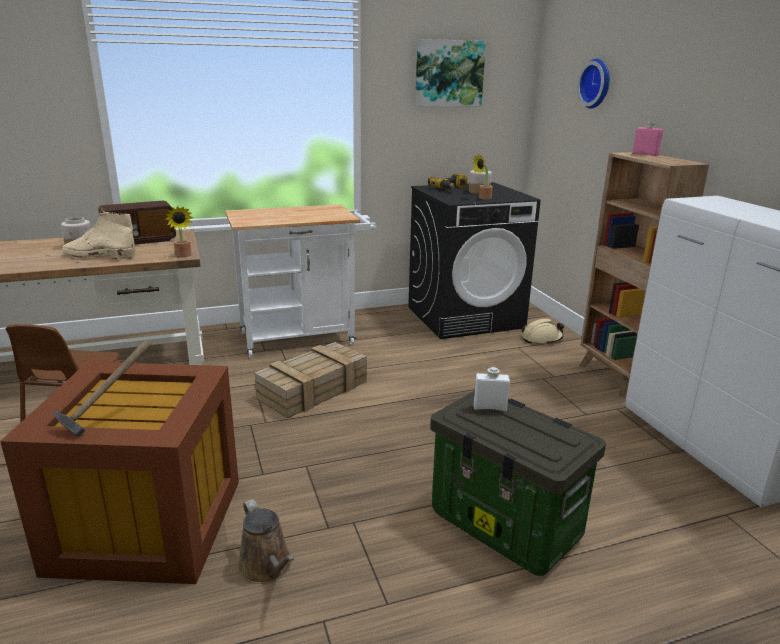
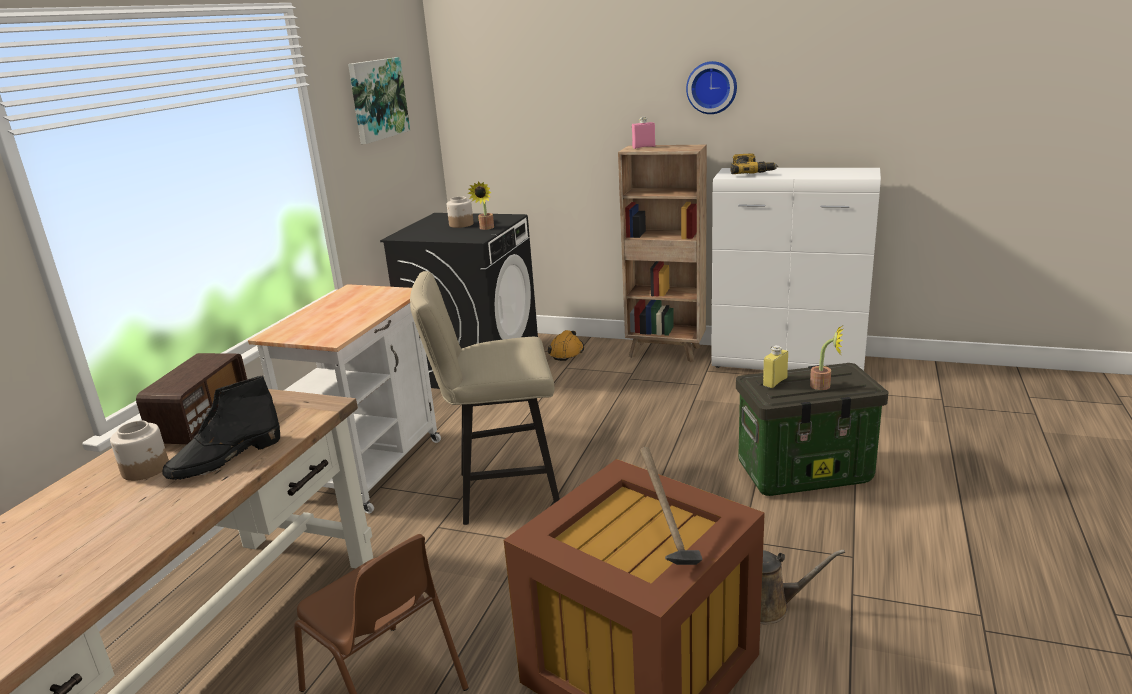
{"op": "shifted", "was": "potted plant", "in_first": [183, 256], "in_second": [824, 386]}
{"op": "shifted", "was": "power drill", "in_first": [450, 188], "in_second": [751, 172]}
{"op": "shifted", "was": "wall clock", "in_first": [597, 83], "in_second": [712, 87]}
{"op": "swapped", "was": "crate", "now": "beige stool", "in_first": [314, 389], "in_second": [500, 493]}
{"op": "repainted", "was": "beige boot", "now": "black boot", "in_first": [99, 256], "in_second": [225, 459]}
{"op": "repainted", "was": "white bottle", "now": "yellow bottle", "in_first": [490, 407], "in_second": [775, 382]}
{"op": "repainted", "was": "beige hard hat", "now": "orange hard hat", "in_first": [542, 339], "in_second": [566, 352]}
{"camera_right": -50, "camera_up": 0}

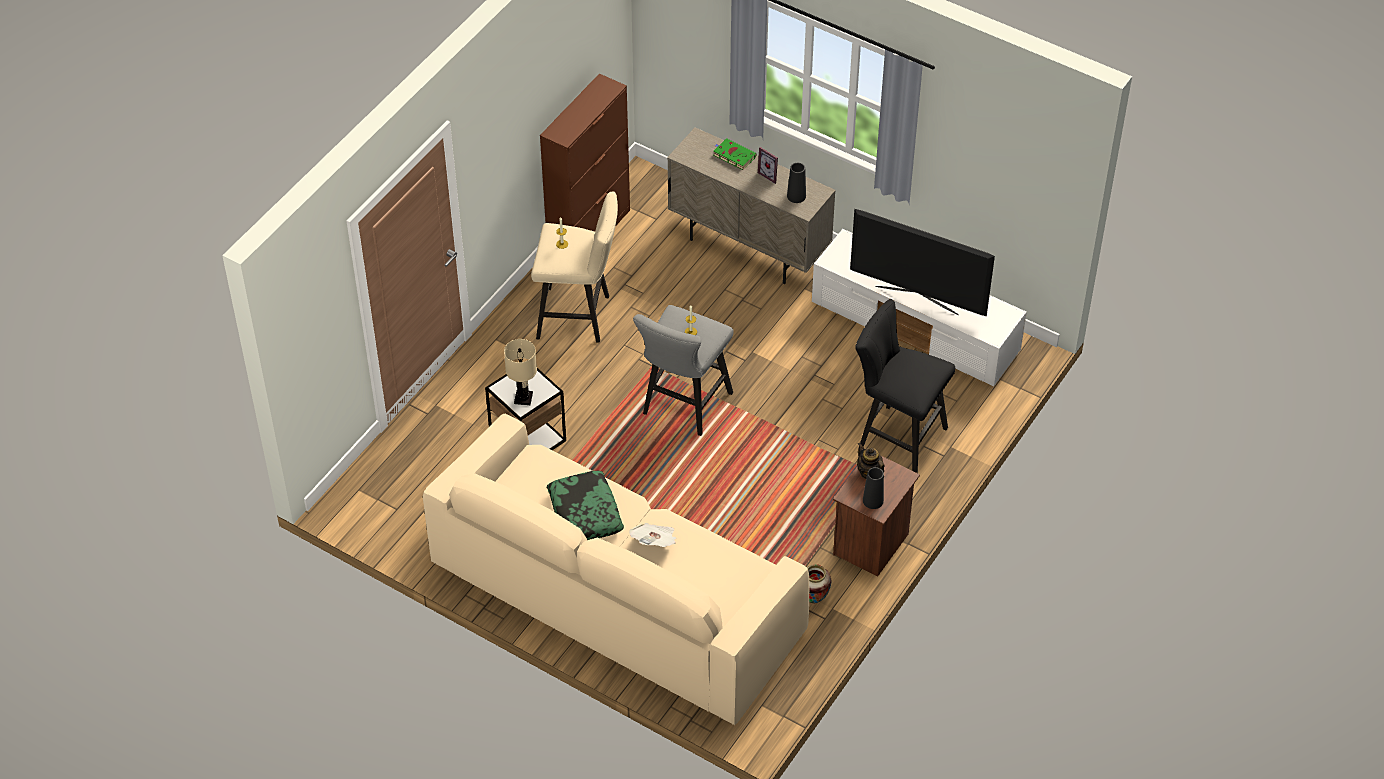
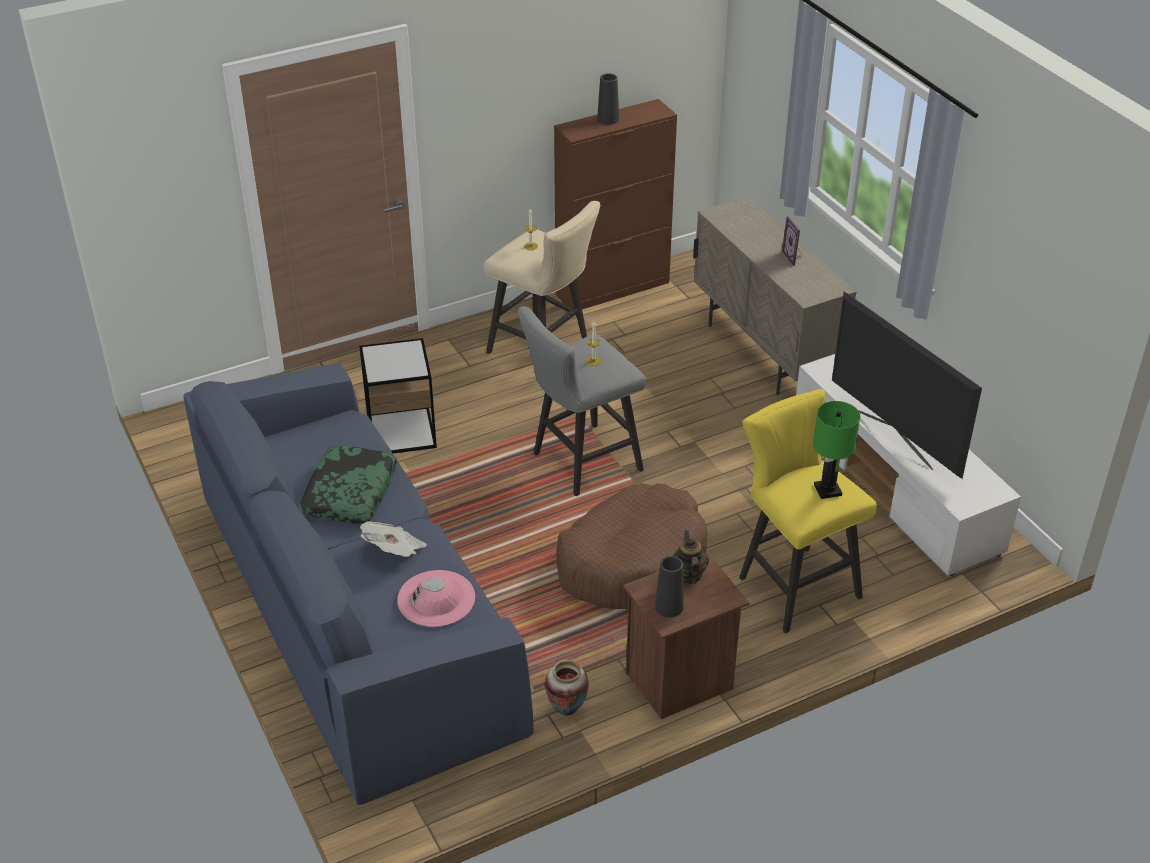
{"op": "gone", "was": "beige table lamp", "in_first": [523, 398]}
{"op": "gone", "was": "green book", "in_first": [733, 155]}
{"op": "new", "now": "pink hat", "in_second": [436, 599]}
{"op": "new", "now": "brown dog bed", "in_second": [632, 561]}
{"op": "new", "now": "green table lamp", "in_second": [827, 490]}
{"op": "shifted", "was": "black vase", "in_first": [796, 196], "in_second": [608, 119]}
{"op": "repainted", "was": "beige sofa", "now": "blue sofa", "in_first": [617, 598], "in_second": [356, 613]}
{"op": "repainted", "was": "black stool", "now": "yellow stool", "in_first": [896, 437], "in_second": [793, 583]}
{"camera_right": 30, "camera_up": -10}

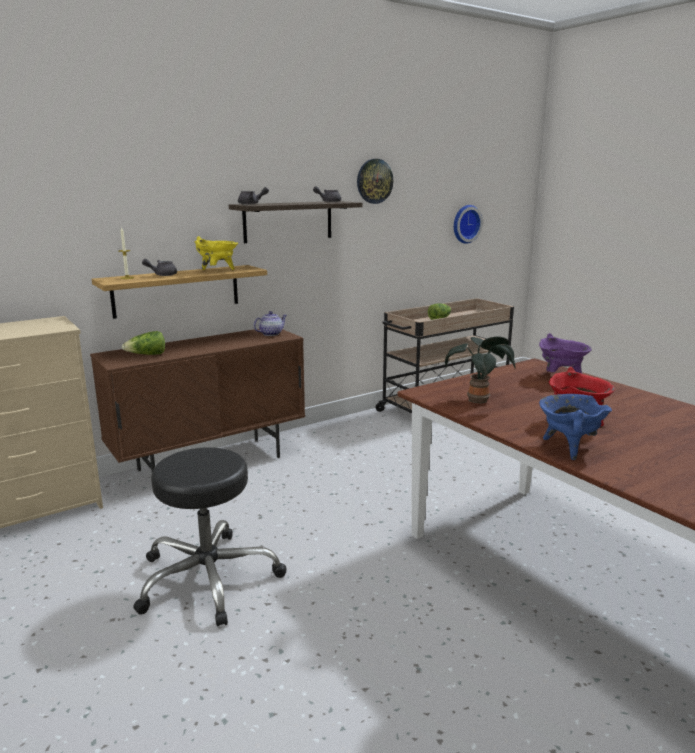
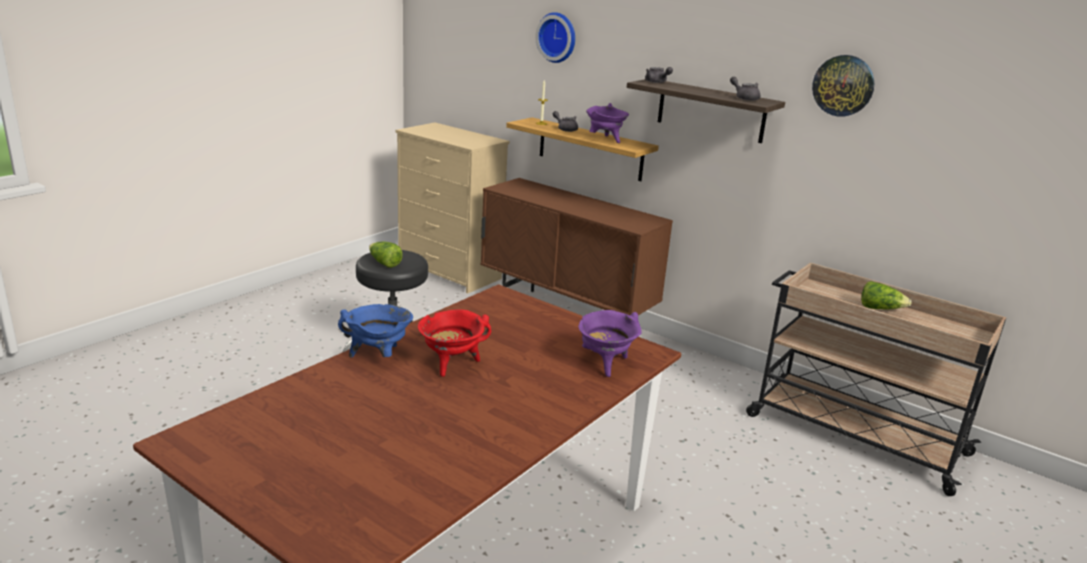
{"op": "gone", "was": "teapot", "in_first": [271, 334]}
{"op": "gone", "was": "potted plant", "in_first": [479, 400]}
{"op": "shifted", "was": "lettuce", "in_first": [147, 355], "in_second": [384, 263]}
{"op": "shifted", "was": "wall clock", "in_first": [465, 224], "in_second": [558, 37]}
{"op": "repainted", "was": "yellow cooking pot", "now": "purple cooking pot", "in_first": [217, 271], "in_second": [605, 140]}
{"camera_right": 70, "camera_up": 5}

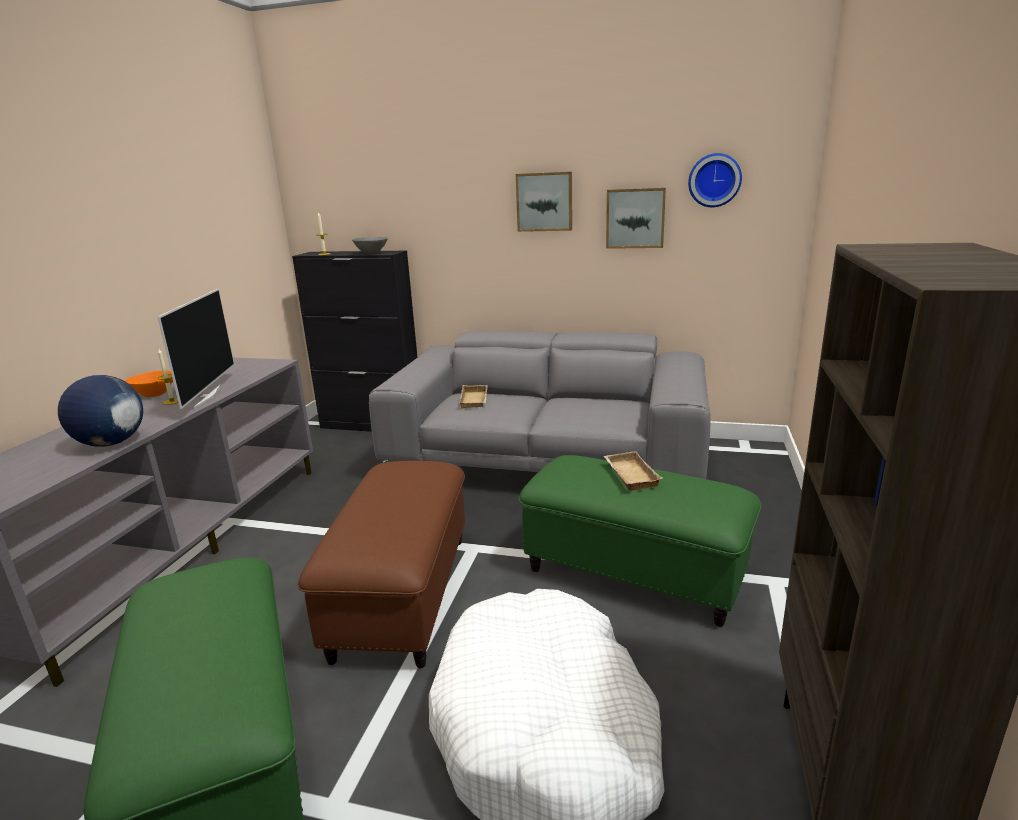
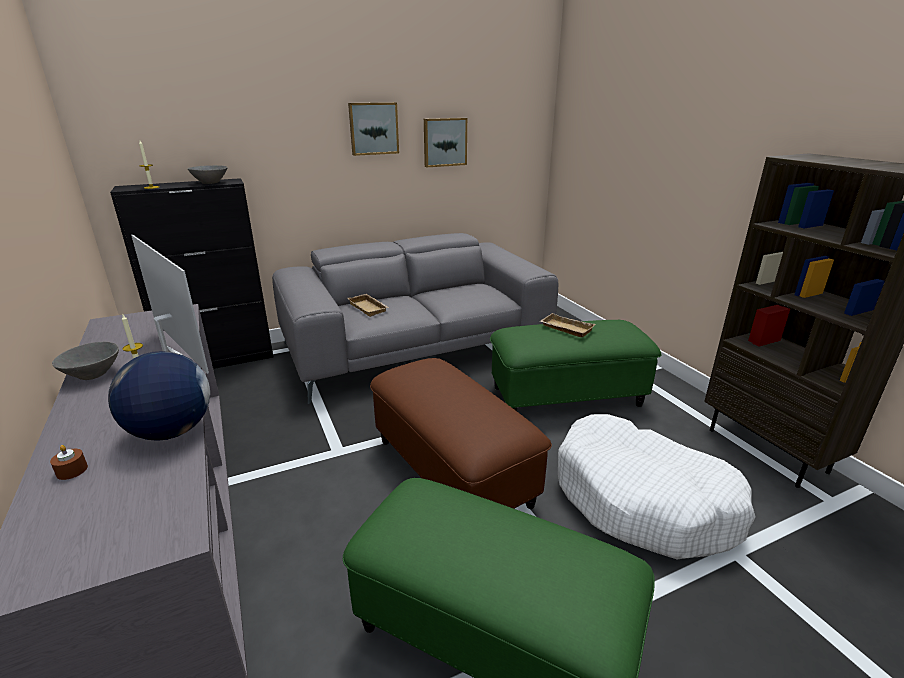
{"op": "gone", "was": "wall clock", "in_first": [714, 180]}
{"op": "new", "now": "brown candle", "in_second": [72, 470]}
{"op": "repainted", "was": "orange bowl", "now": "grey bowl", "in_first": [154, 394], "in_second": [92, 374]}
{"camera_right": -40, "camera_up": 5}

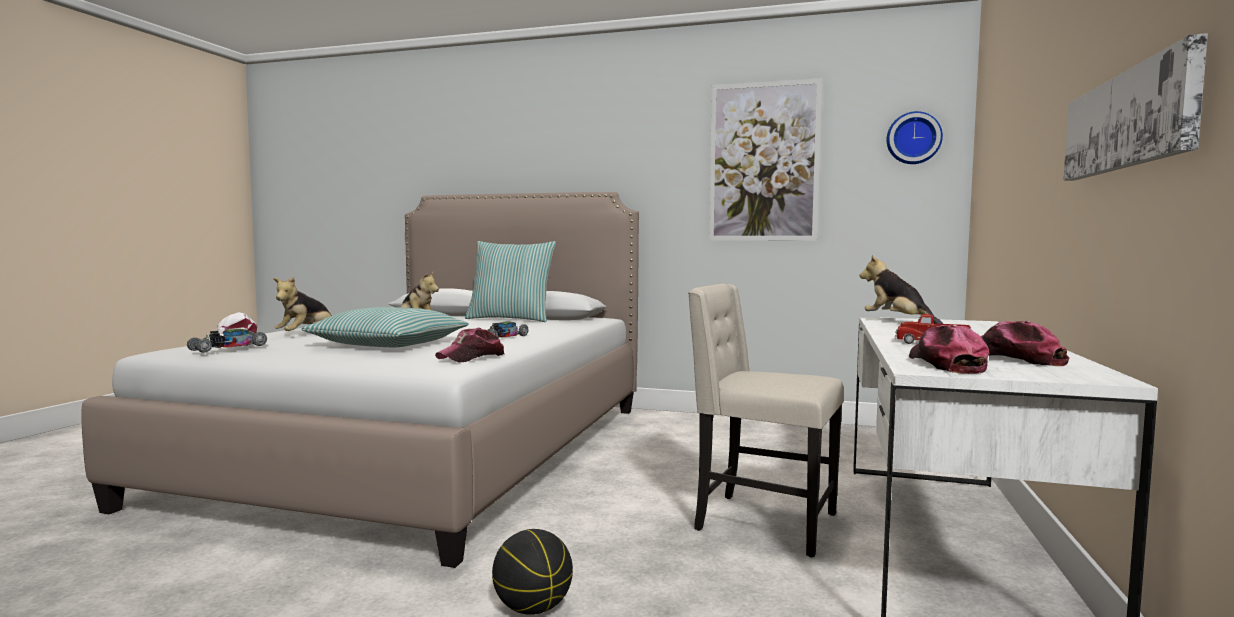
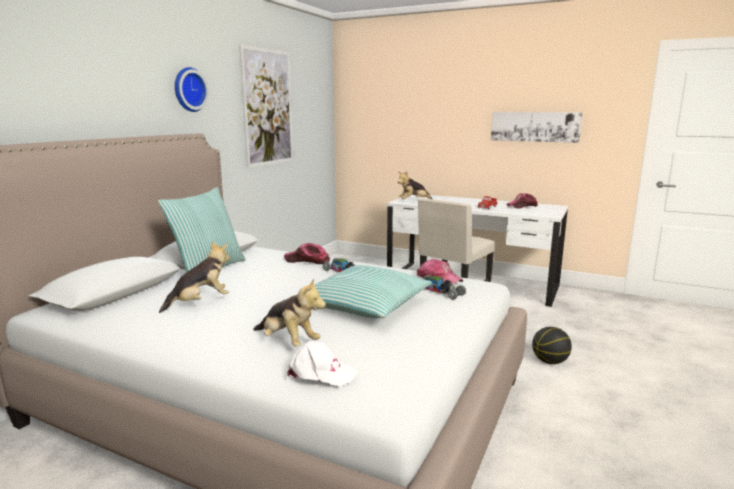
{"op": "shifted", "was": "toy car", "in_first": [228, 348], "in_second": [439, 291]}
{"op": "shifted", "was": "wall clock", "in_first": [913, 138], "in_second": [188, 89]}
{"op": "shifted", "was": "cap", "in_first": [945, 364], "in_second": [307, 260]}
{"camera_right": -80, "camera_up": 10}

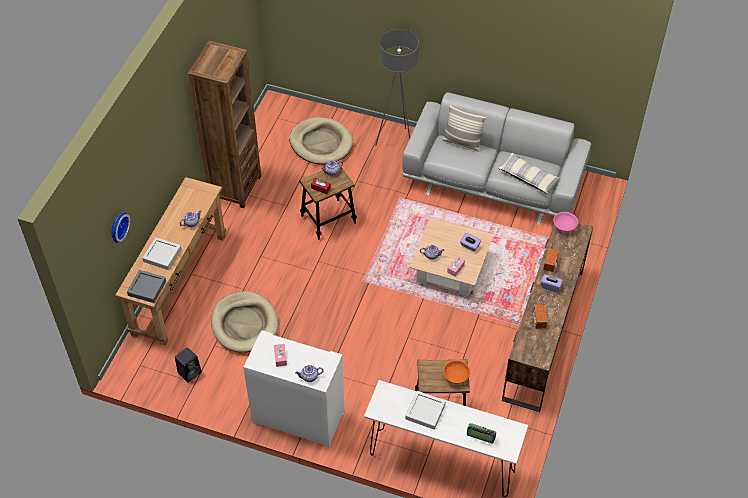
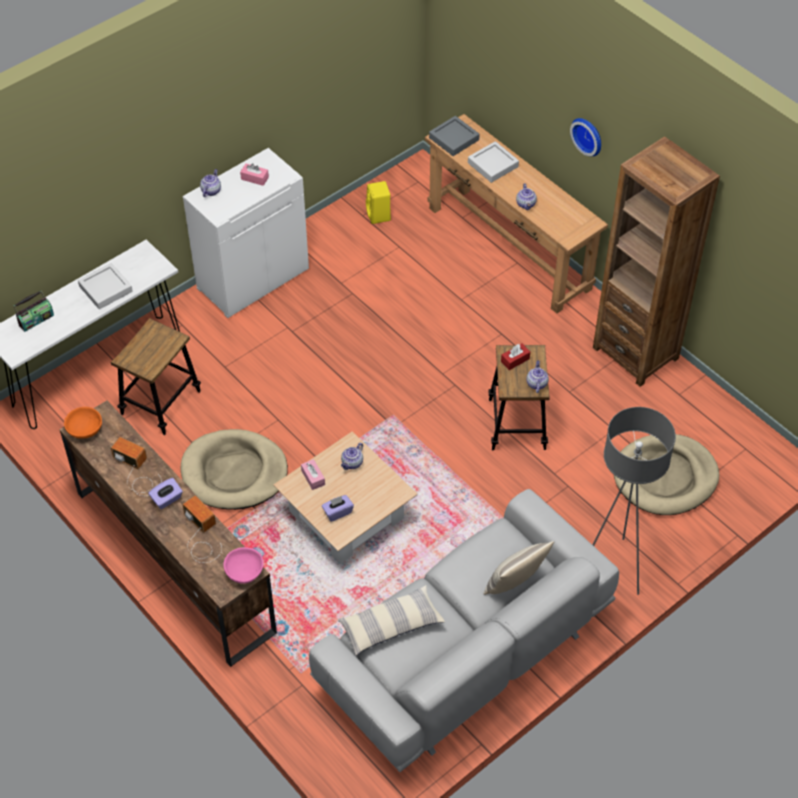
{"op": "shifted", "was": "wall clock", "in_first": [117, 226], "in_second": [588, 135]}
{"op": "shifted", "was": "beige dog bed", "in_first": [245, 324], "in_second": [234, 473]}
{"op": "shifted", "was": "orange bowl", "in_first": [456, 376], "in_second": [85, 430]}
{"op": "repainted", "was": "black speaker", "now": "yellow speaker", "in_first": [190, 372], "in_second": [379, 216]}
{"camera_right": 120, "camera_up": 0}

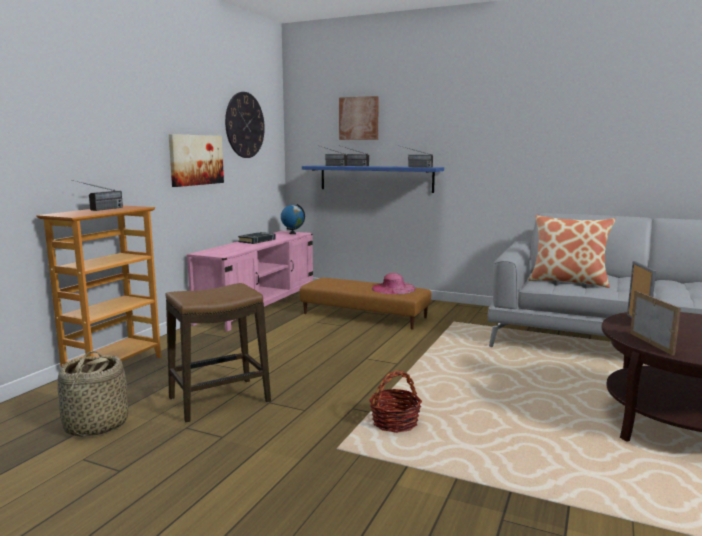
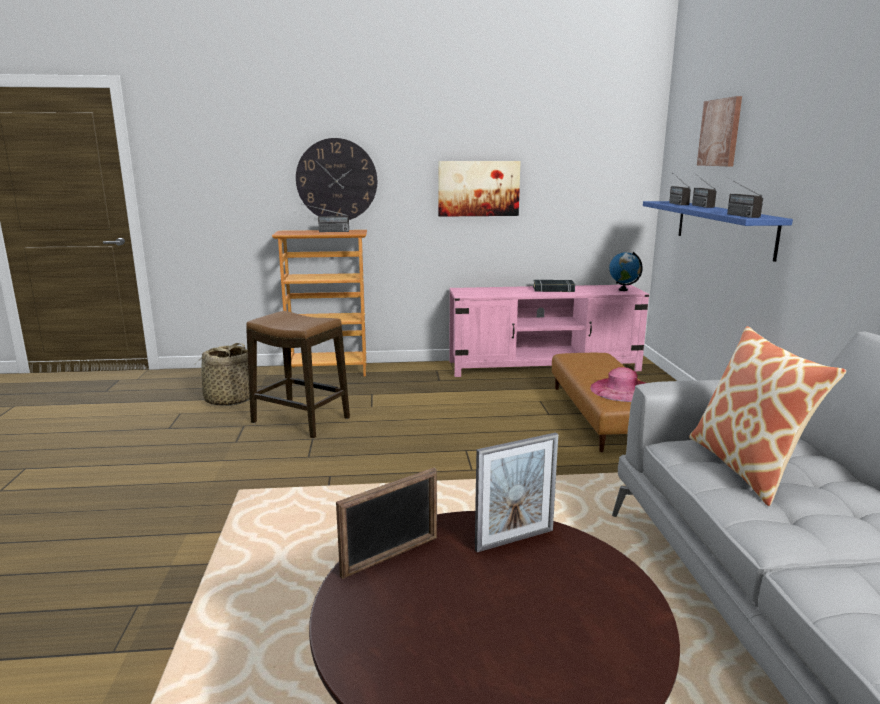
{"op": "gone", "was": "basket", "in_first": [395, 422]}
{"op": "shifted", "was": "wall clock", "in_first": [245, 125], "in_second": [336, 180]}
{"camera_right": 60, "camera_up": 5}

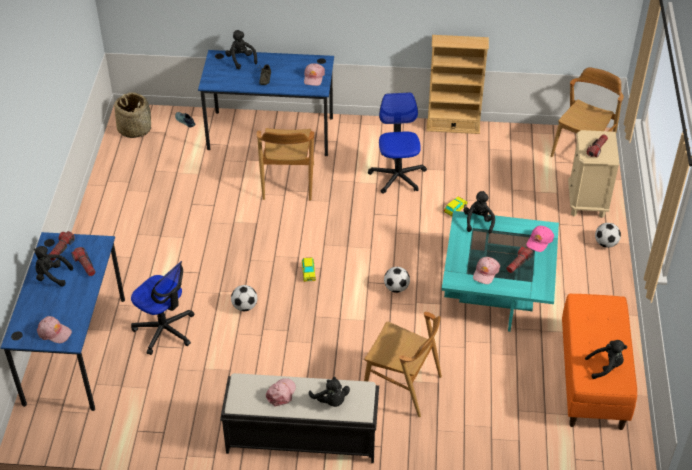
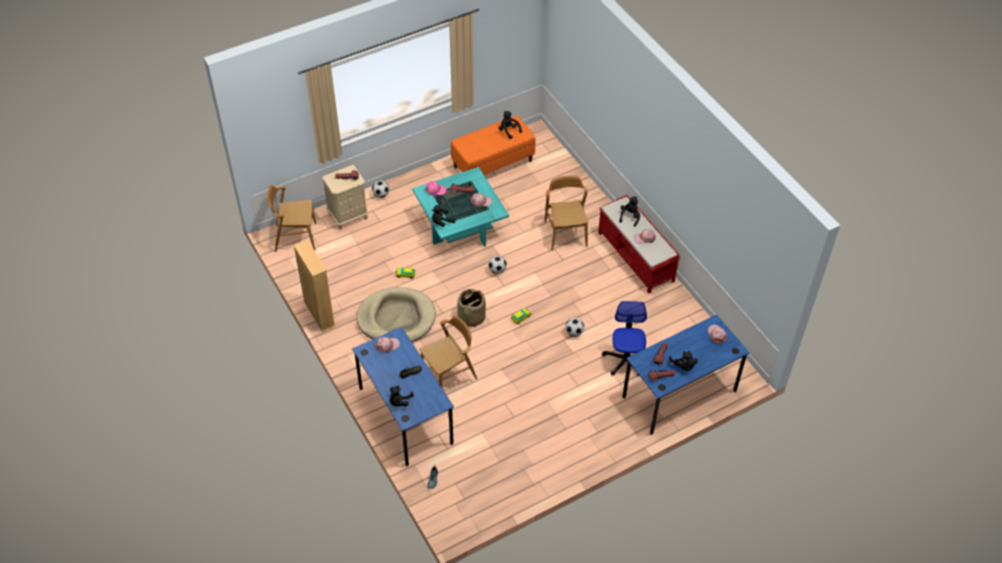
{"op": "shifted", "was": "basket", "in_first": [134, 128], "in_second": [471, 317]}
{"op": "swapped", "was": "office chair", "now": "beige dog bed", "in_first": [397, 176], "in_second": [396, 318]}
{"op": "repainted", "was": "black bench", "now": "red bench", "in_first": [301, 437], "in_second": [636, 257]}
{"camera_right": -125, "camera_up": 5}

